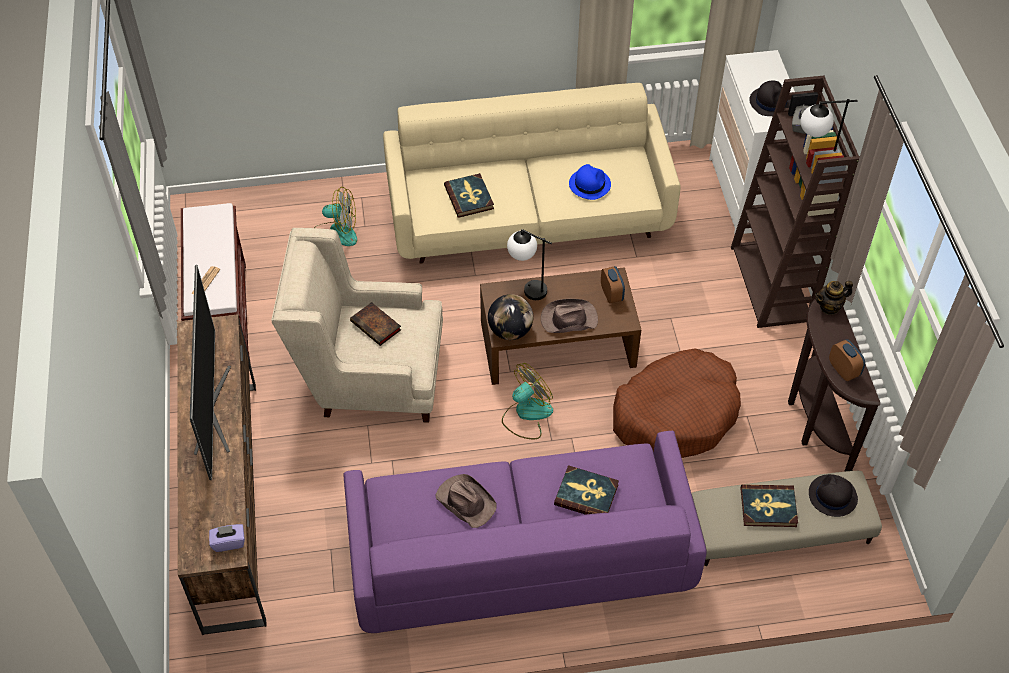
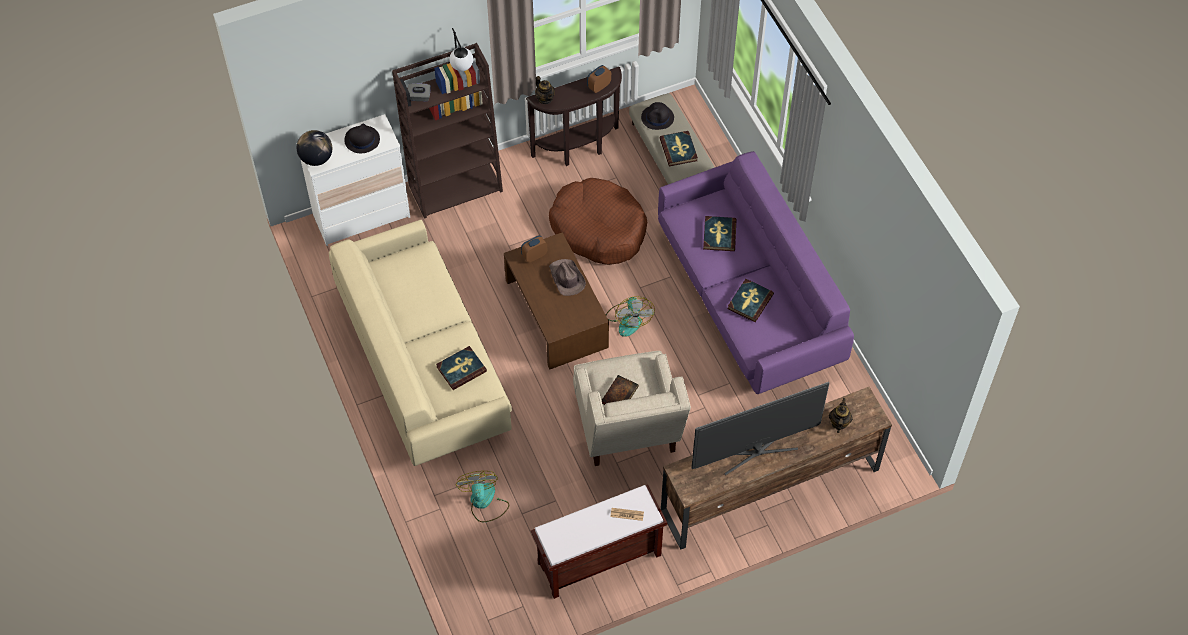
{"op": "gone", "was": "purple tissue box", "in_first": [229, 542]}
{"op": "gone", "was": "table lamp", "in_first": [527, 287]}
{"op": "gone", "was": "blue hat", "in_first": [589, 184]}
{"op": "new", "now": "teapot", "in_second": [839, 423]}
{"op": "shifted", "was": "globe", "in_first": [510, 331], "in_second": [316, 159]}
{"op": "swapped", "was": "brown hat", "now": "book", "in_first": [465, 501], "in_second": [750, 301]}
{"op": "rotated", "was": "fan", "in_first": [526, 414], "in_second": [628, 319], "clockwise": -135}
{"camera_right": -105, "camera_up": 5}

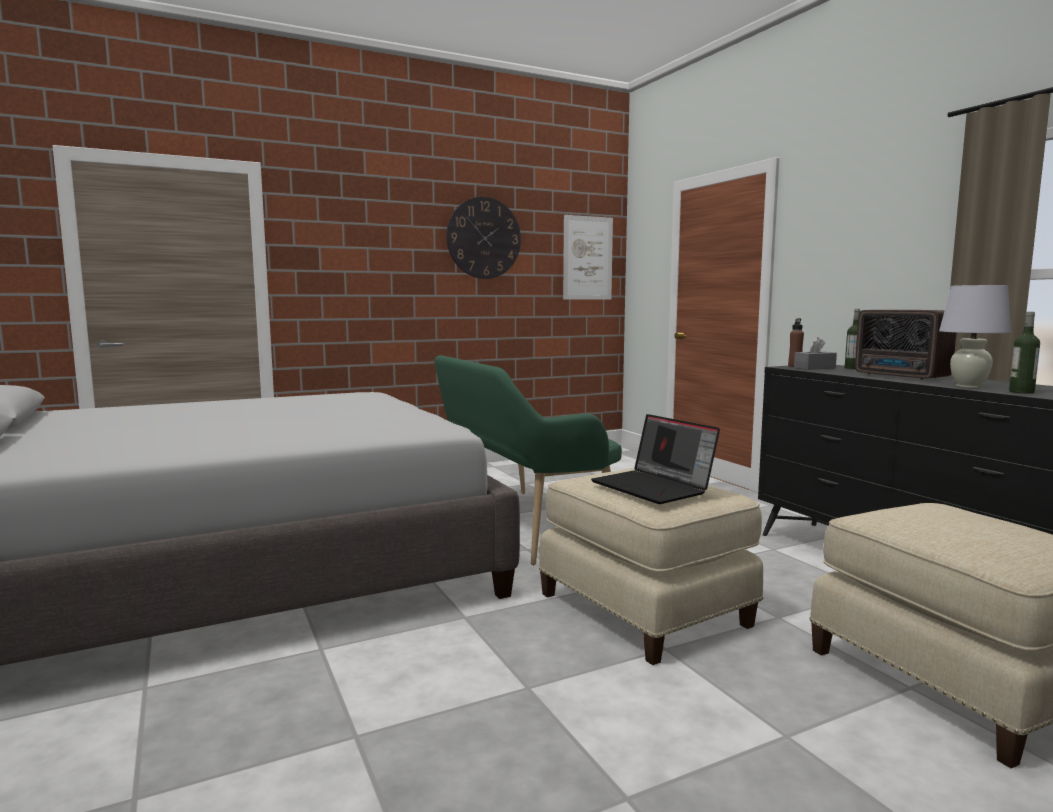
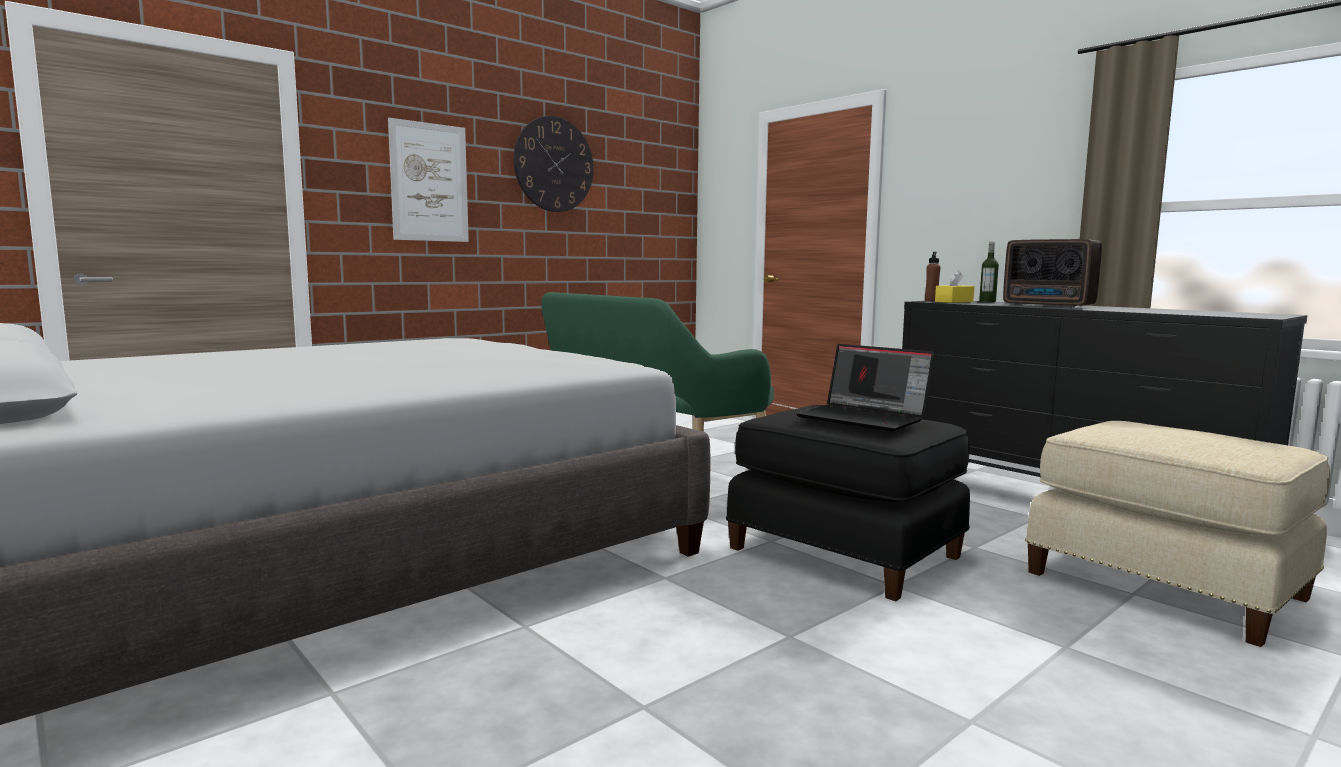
{"op": "gone", "was": "white table lamp", "in_first": [969, 386]}
{"op": "gone", "was": "bottle", "in_first": [1021, 392]}
{"op": "shifted", "was": "picture", "in_first": [587, 258], "in_second": [429, 182]}
{"op": "repainted", "was": "beige ottoman", "now": "black ottoman", "in_first": [645, 608], "in_second": [846, 551]}
{"op": "repainted", "was": "grey tissue box", "now": "yellow tissue box", "in_first": [814, 368], "in_second": [954, 302]}
{"camera_right": -15, "camera_up": 0}

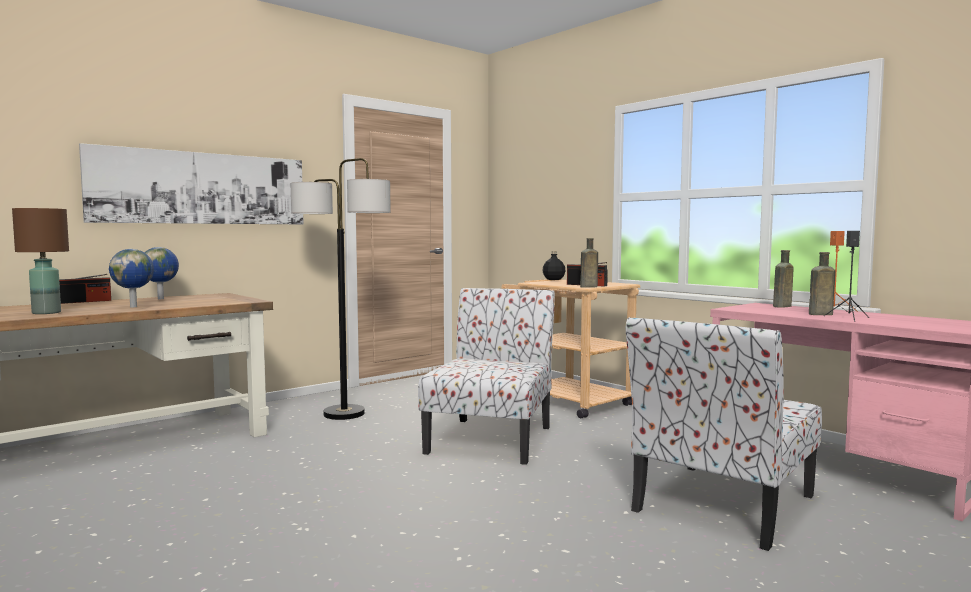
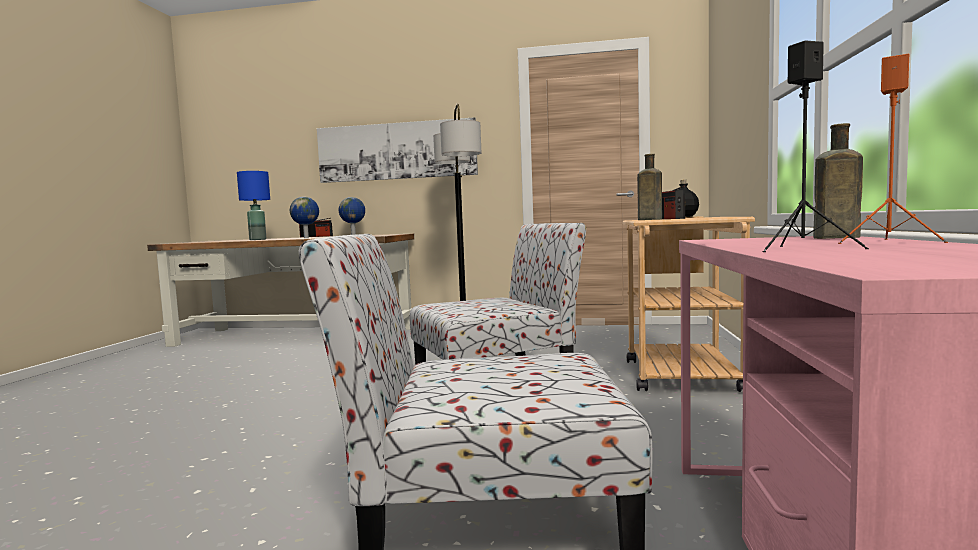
{"op": "gone", "was": "brown bottle", "in_first": [819, 314]}
{"op": "repainted", "was": "brown table lamp", "now": "blue table lamp", "in_first": [47, 313], "in_second": [258, 239]}
{"camera_right": 50, "camera_up": 0}

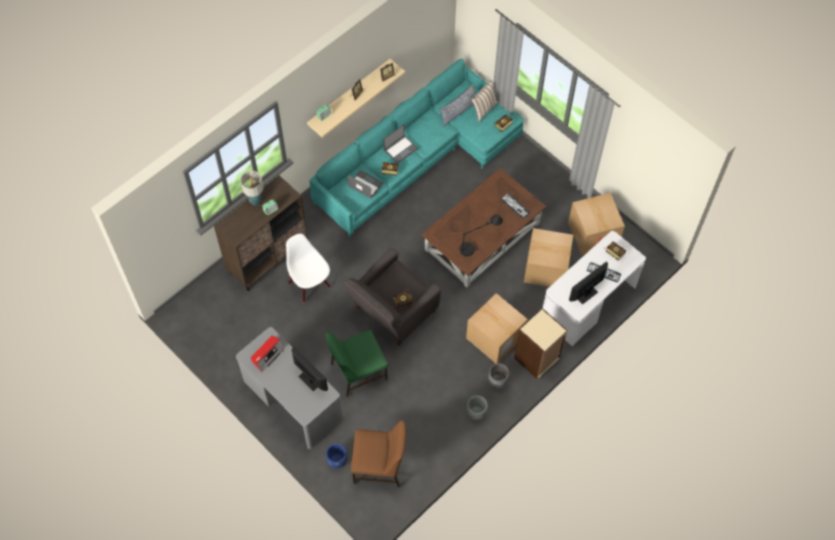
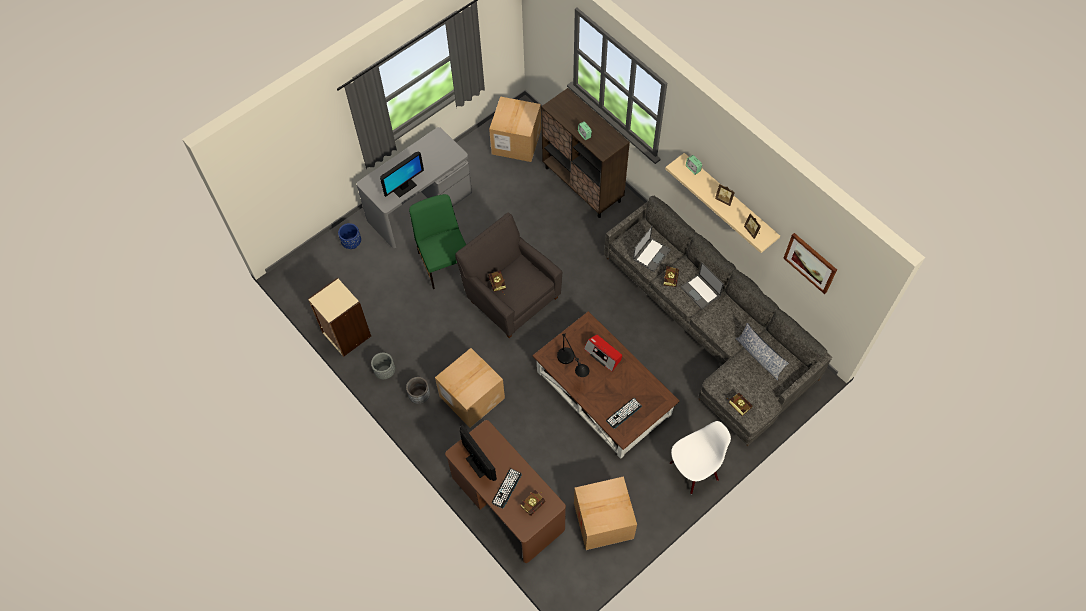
{"op": "gone", "was": "table lamp", "in_first": [255, 201]}
{"op": "gone", "was": "brown chair", "in_first": [379, 466]}
{"op": "gone", "was": "pillow", "in_first": [483, 109]}
{"op": "new", "now": "picture", "in_second": [810, 262]}
{"op": "shifted", "was": "radio", "in_first": [267, 355], "in_second": [603, 354]}
{"op": "shifted", "was": "white chair", "in_first": [310, 284], "in_second": [694, 470]}
{"op": "shifted", "was": "beige bookcase", "in_first": [537, 358], "in_second": [346, 334]}
{"op": "shifted", "was": "cardboard box", "in_first": [546, 268], "in_second": [516, 142]}
{"op": "repainted", "was": "turquoise sofa", "now": "grey sofa", "in_first": [418, 158], "in_second": [712, 331]}
{"op": "repainted", "was": "white desk", "now": "brown desk", "in_first": [588, 303], "in_second": [507, 503]}
{"camera_right": 95, "camera_up": 0}

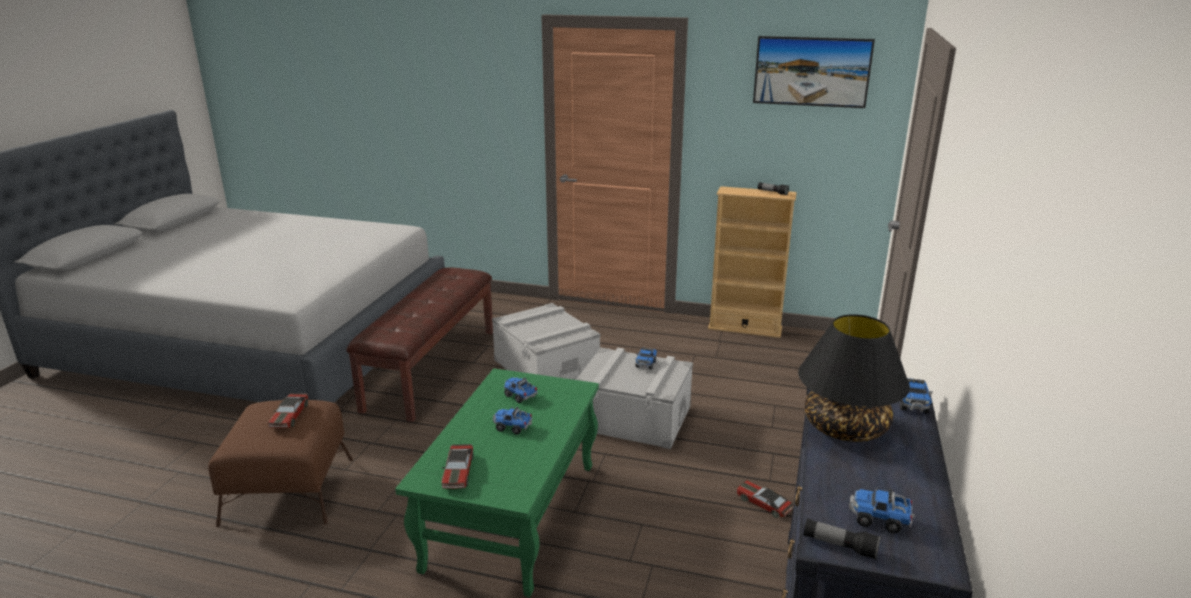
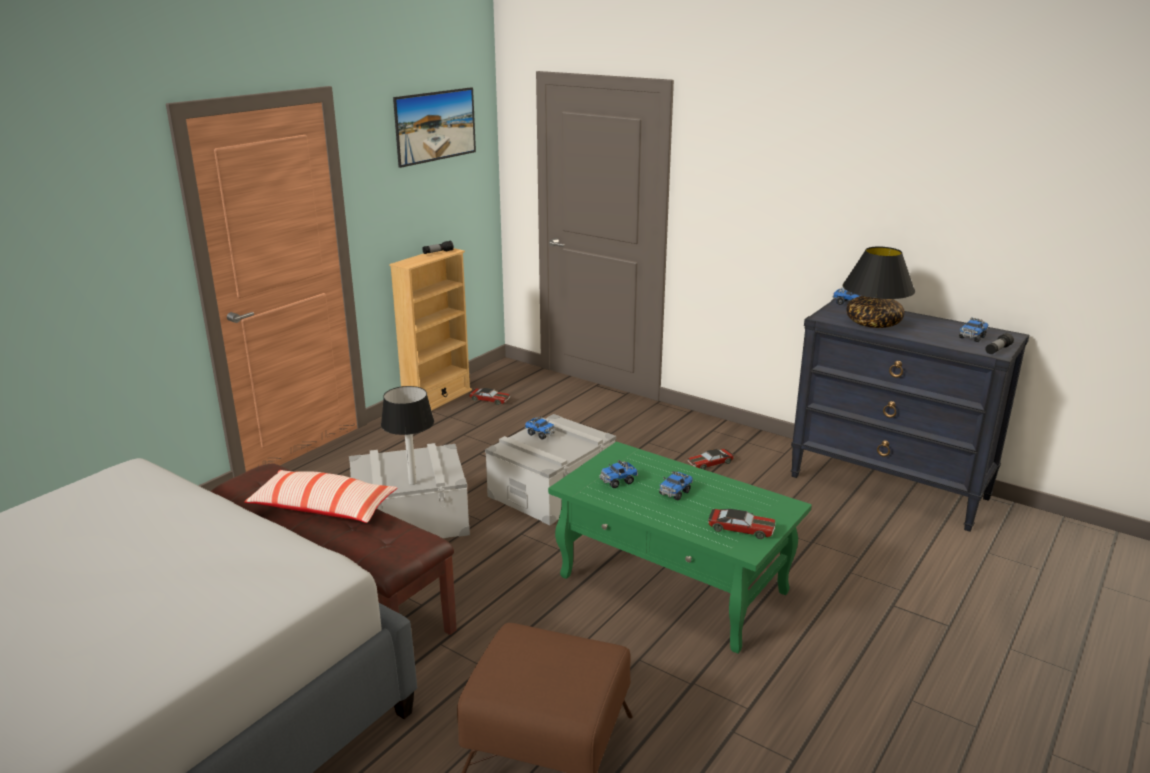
{"op": "new", "now": "pillow", "in_second": [323, 508]}
{"op": "new", "now": "table lamp", "in_second": [412, 482]}
{"op": "shifted", "was": "toy car", "in_first": [290, 416], "in_second": [490, 400]}
{"camera_right": -70, "camera_up": 0}

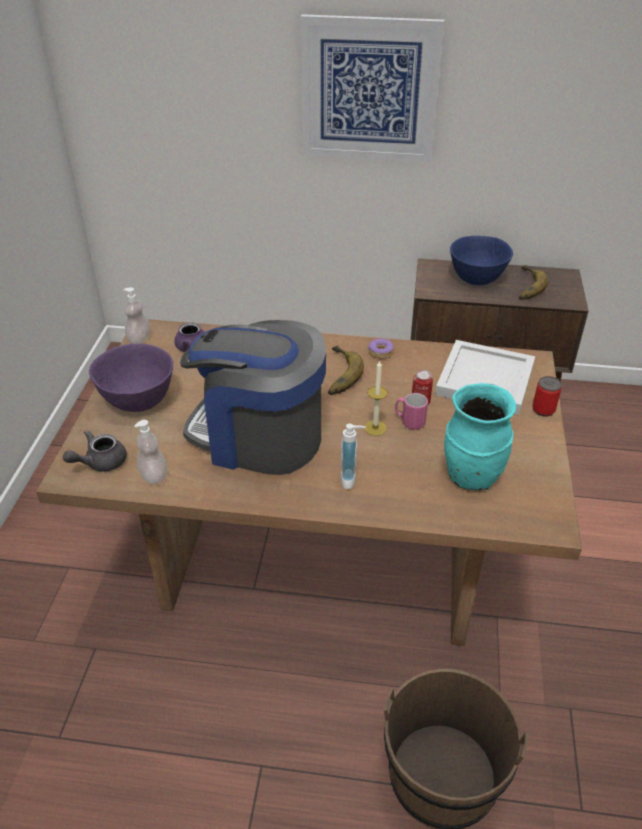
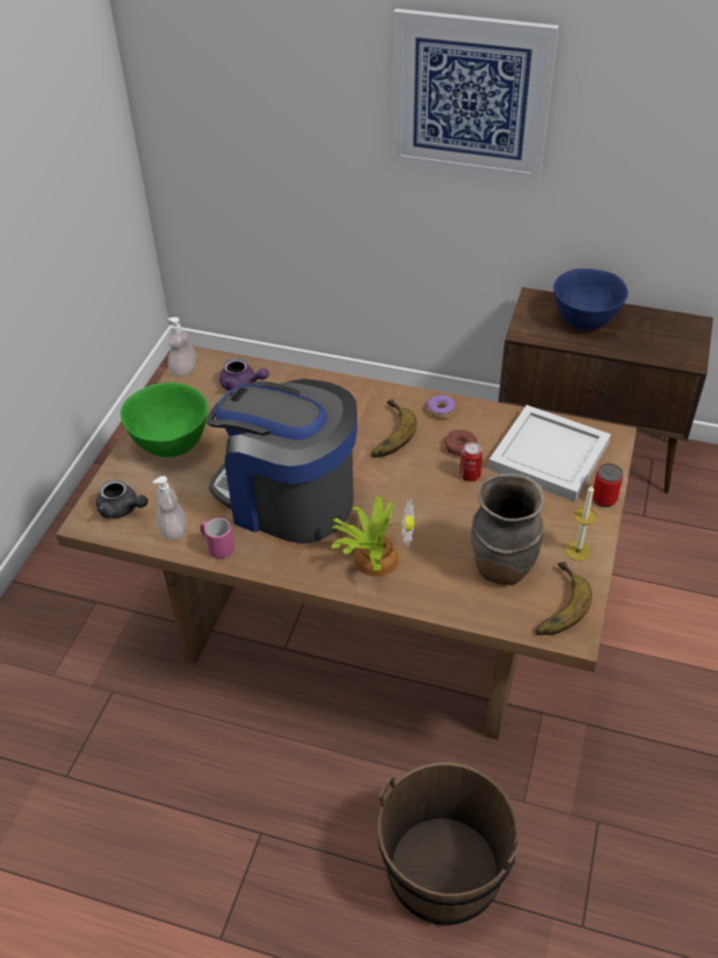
{"op": "new", "now": "donut", "in_second": [460, 447]}
{"op": "shifted", "was": "candle", "in_first": [375, 428], "in_second": [578, 551]}
{"op": "shifted", "was": "pink mug", "in_first": [409, 421], "in_second": [217, 547]}
{"op": "shifted", "was": "banana", "in_first": [525, 286], "in_second": [554, 604]}
{"op": "swapped", "was": "soap dispenser", "now": "potted plant", "in_first": [351, 479], "in_second": [374, 557]}
{"op": "repainted", "was": "purple bowl", "now": "green bowl", "in_first": [137, 400], "in_second": [170, 443]}
{"op": "repainted", "was": "turquoise vase", "now": "brown vase", "in_first": [471, 476], "in_second": [501, 567]}
{"op": "rotated", "was": "grey teapot", "in_first": [100, 462], "in_second": [122, 509], "clockwise": -120}
{"camera_right": 10, "camera_up": 5}

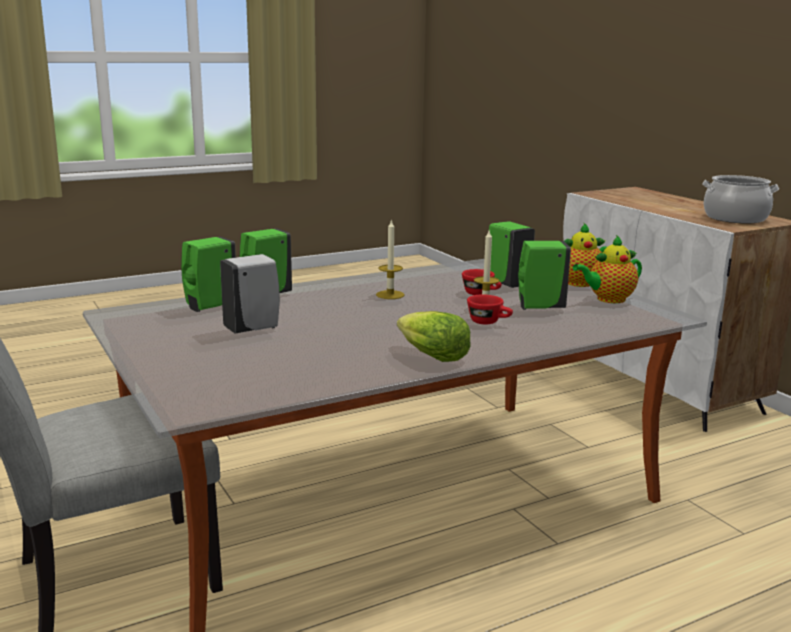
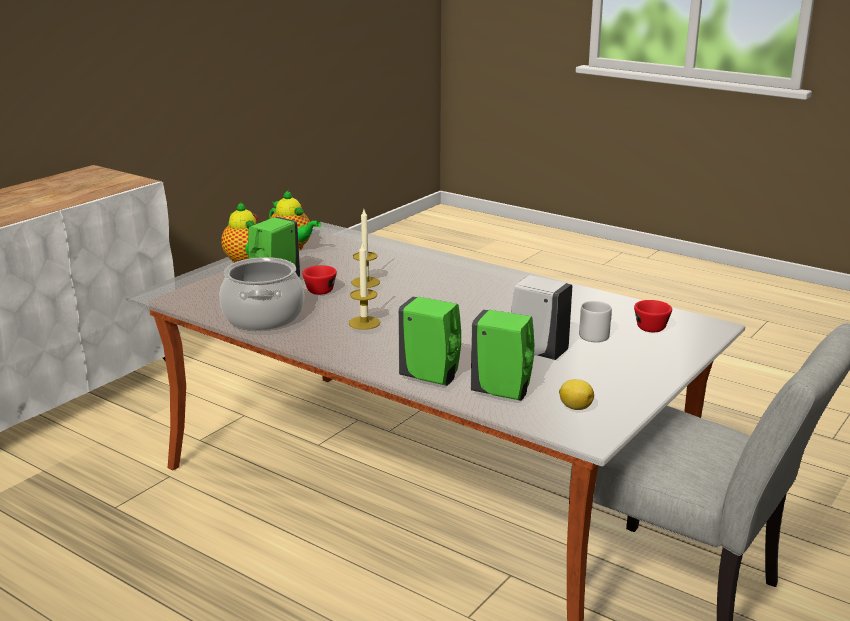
{"op": "gone", "was": "lettuce", "in_first": [431, 356]}
{"op": "gone", "was": "green soap dispenser", "in_first": [539, 307]}
{"op": "new", "now": "lemon", "in_second": [574, 407]}
{"op": "new", "now": "grey mug", "in_second": [596, 335]}
{"op": "shifted", "was": "red cup", "in_first": [489, 322], "in_second": [649, 326]}
{"op": "shifted", "was": "cooking pot", "in_first": [735, 218], "in_second": [262, 317]}
{"camera_right": -115, "camera_up": 5}

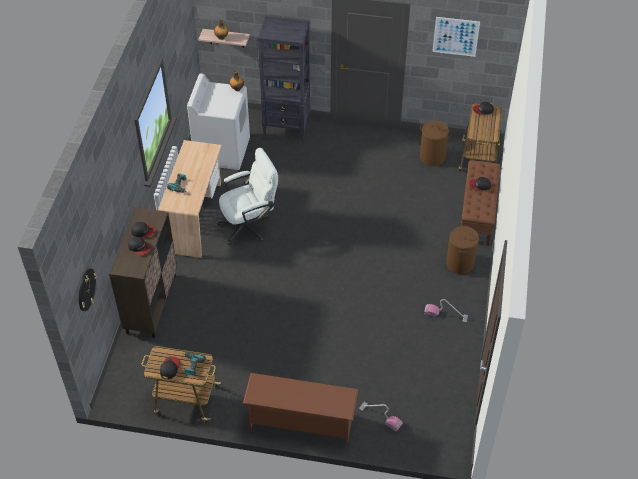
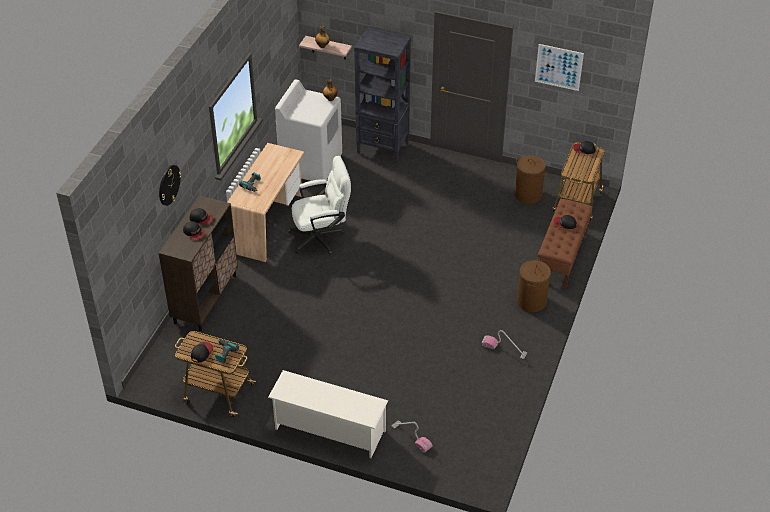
{"op": "shifted", "was": "wall clock", "in_first": [86, 289], "in_second": [169, 185]}
{"op": "repainted", "was": "brown shoe rack", "now": "white shoe rack", "in_first": [301, 421], "in_second": [329, 430]}
{"camera_right": 10, "camera_up": -5}

